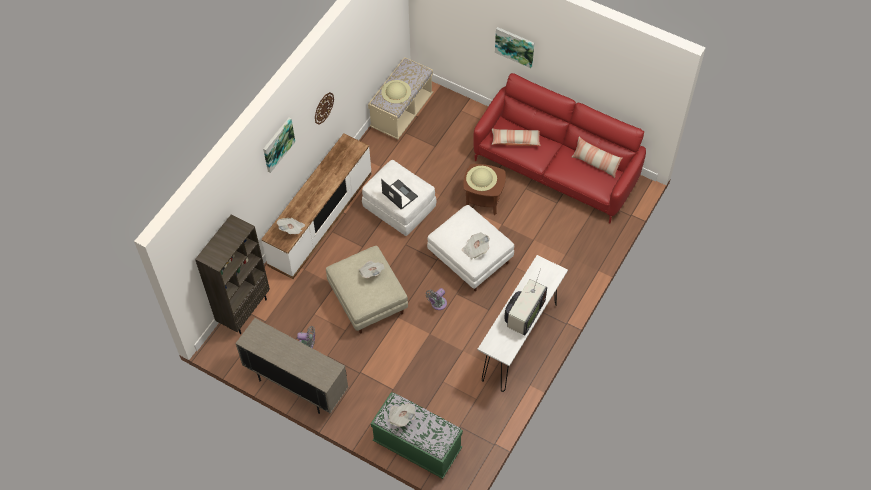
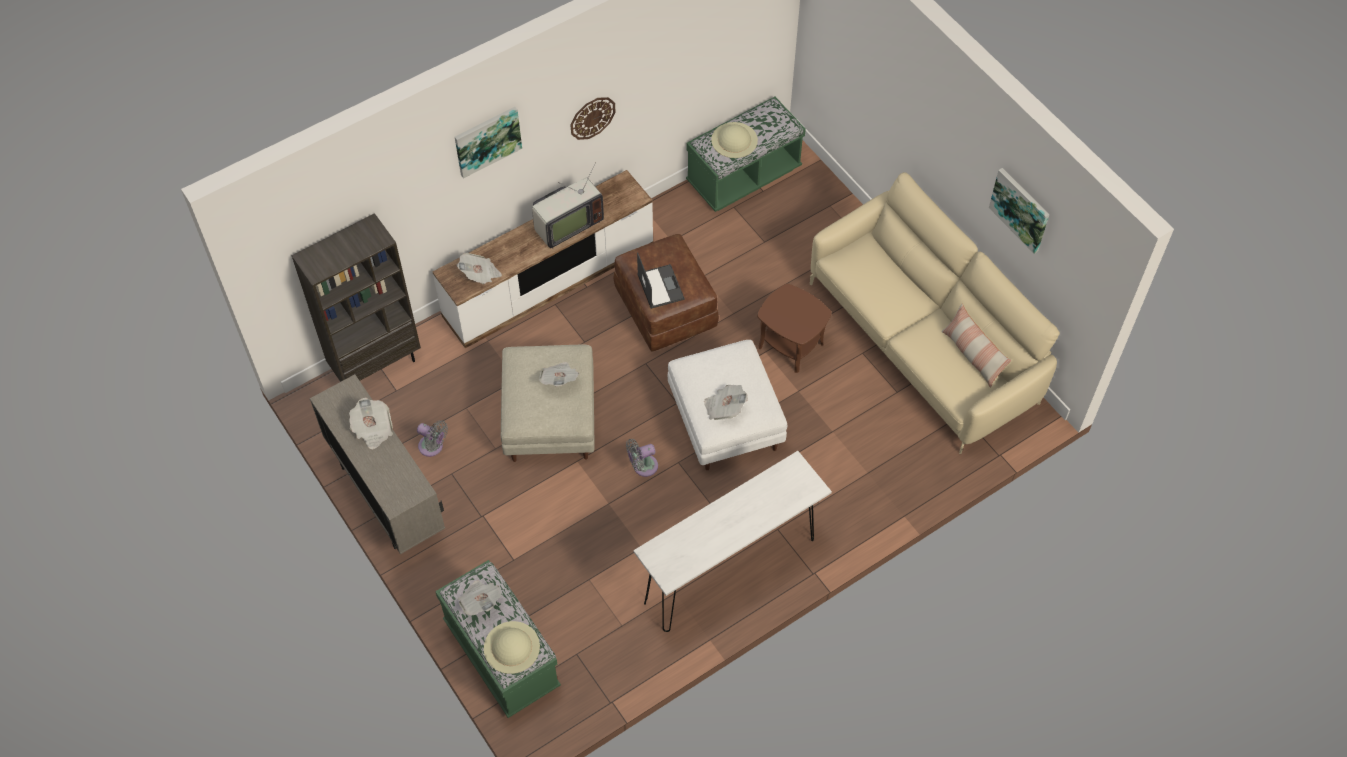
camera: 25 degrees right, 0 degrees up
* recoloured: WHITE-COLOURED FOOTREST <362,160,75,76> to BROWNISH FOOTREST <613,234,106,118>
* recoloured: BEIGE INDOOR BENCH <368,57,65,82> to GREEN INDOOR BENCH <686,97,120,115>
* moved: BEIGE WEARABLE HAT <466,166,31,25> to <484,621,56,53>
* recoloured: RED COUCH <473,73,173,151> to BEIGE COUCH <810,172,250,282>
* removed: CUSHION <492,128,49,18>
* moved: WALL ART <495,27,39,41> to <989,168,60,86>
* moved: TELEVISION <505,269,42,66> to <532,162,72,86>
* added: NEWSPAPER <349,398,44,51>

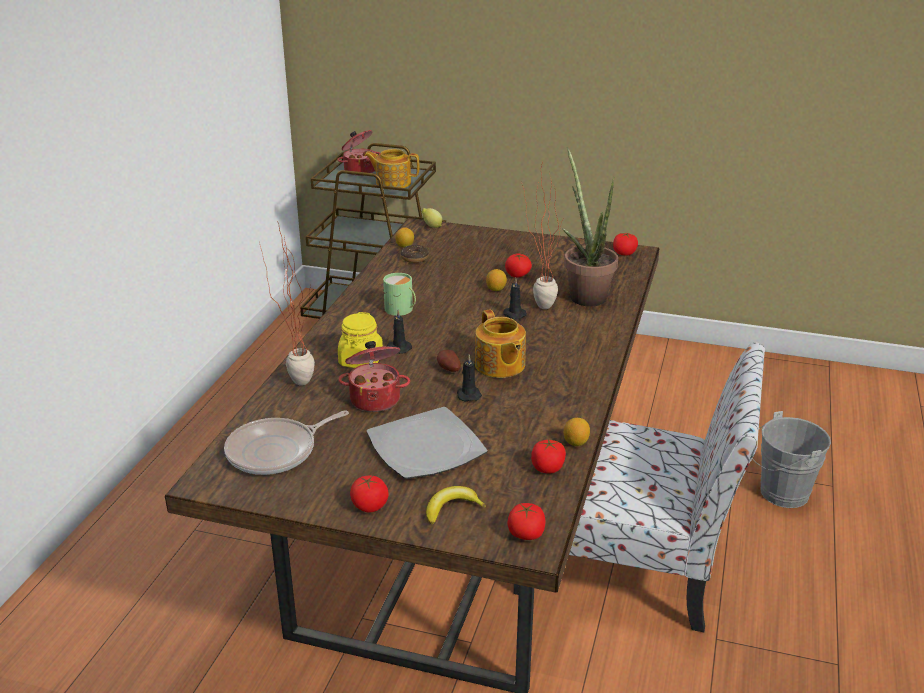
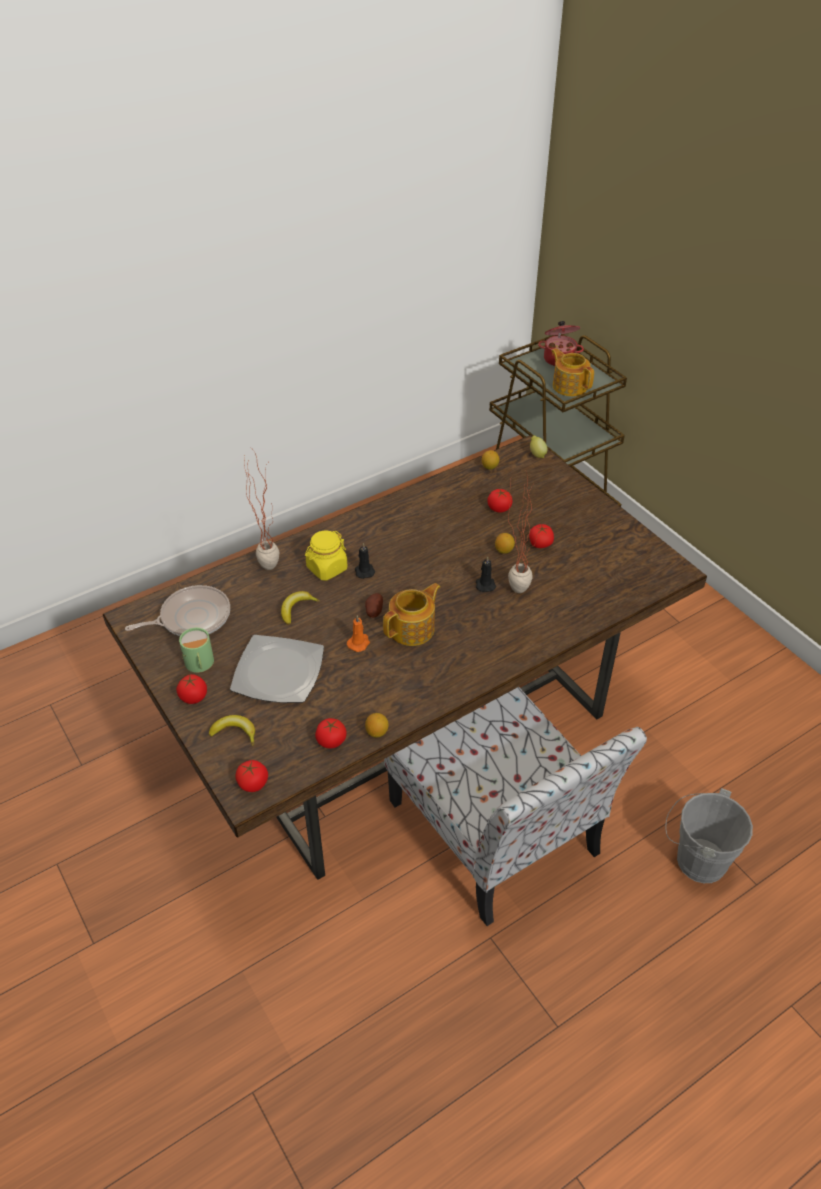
camera: 40 degrees right, 15 degrees up
* turned: SKILLET <224,410,125,65> = <125,585,105,51> 150 degrees clockwise
* replaced: COOKING POT <338,341,72,71> to WHOLE BANANA <281,591,39,34>
* moved: GREEN COFFEE MUG <383,273,33,43> to <179,628,35,45>
* removed: DONUT <401,245,28,18>
* recoloured: BLACK WAX LIGHT <457,355,25,47> to ORANGE WAX LIGHT <347,615,23,37>
* turned: TEAPOT <475,309,51,69> = <383,583,57,63> 150 degrees counterclockwise
* removed: POTTED PLANT <562,147,56,159>
* moved: FRESH TOMATO <613,232,25,24> to <487,489,26,24>

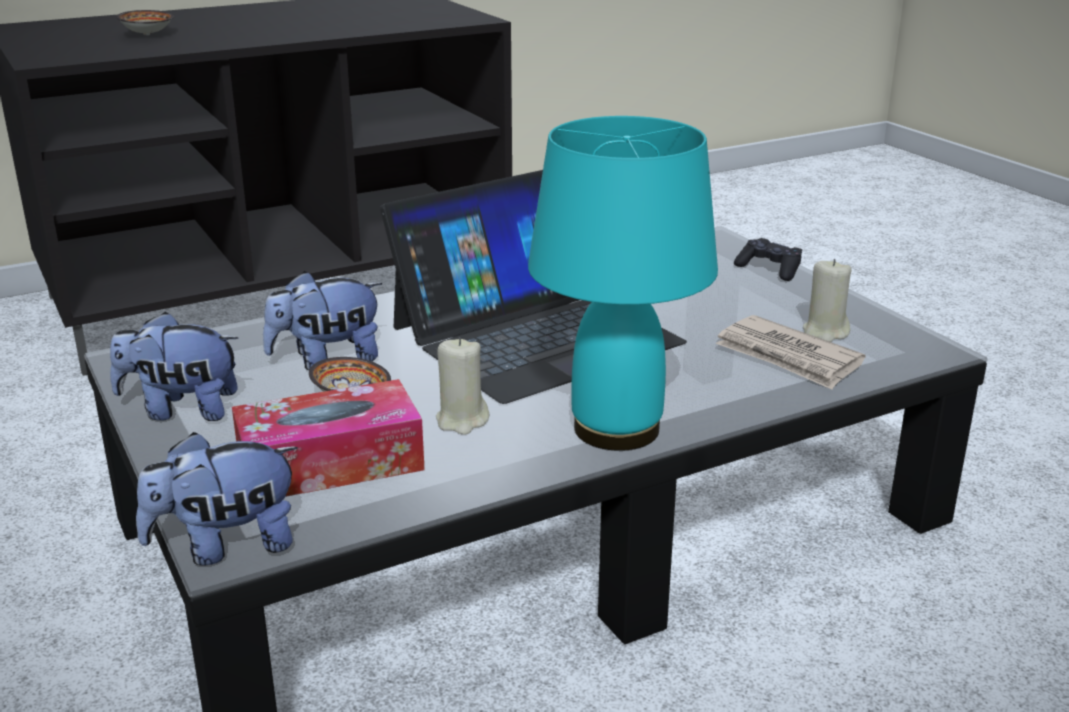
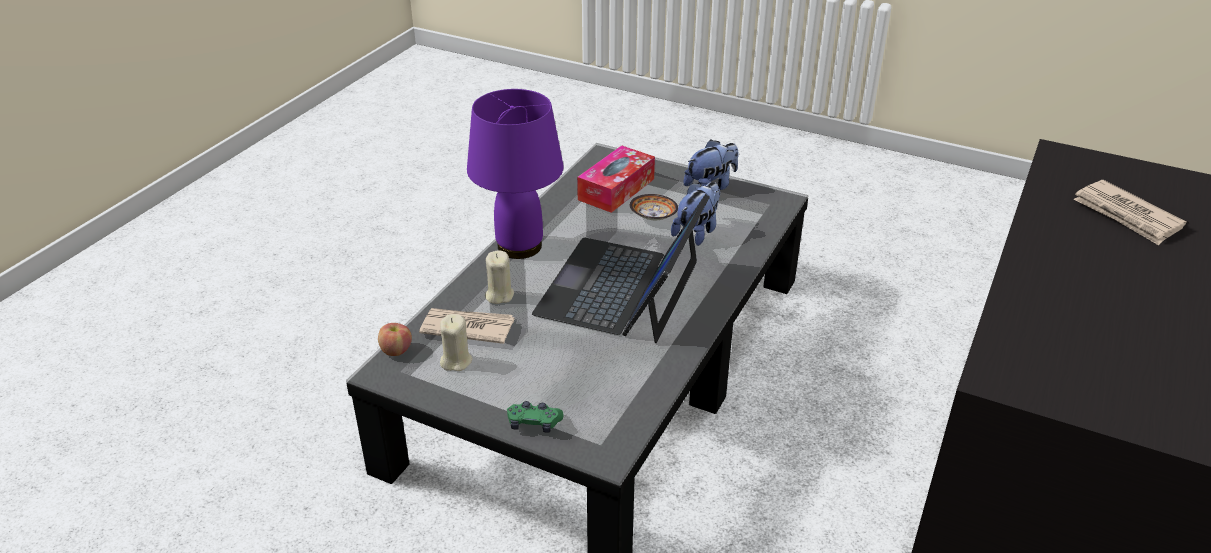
camera: 145 degrees right, 10 degrees up
* replaced: SERVING BOWL <116,10,58,25> to NEWSPAPER <1073,180,114,65>
* removed: SOFT TOY <136,432,162,134>
* moved: BEIGE WAX LIGHT <436,337,53,98> to <485,250,29,54>
* recoloured: TURQUOISE TABLETOP LAMP <528,116,190,335> to PURPLISH TABLETOP LAMP <467,89,97,170>
* recoloured: BLACK JOYPAD <734,238,68,43> to GREEN JOYPAD <507,401,56,32>
* added: APPLE FRUIT <378,323,34,33>

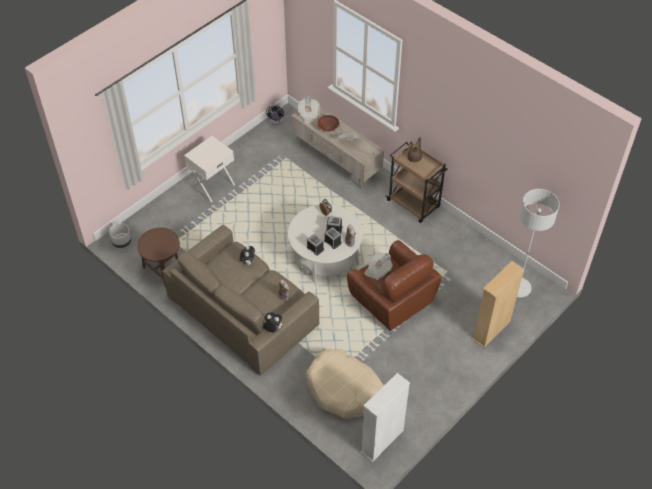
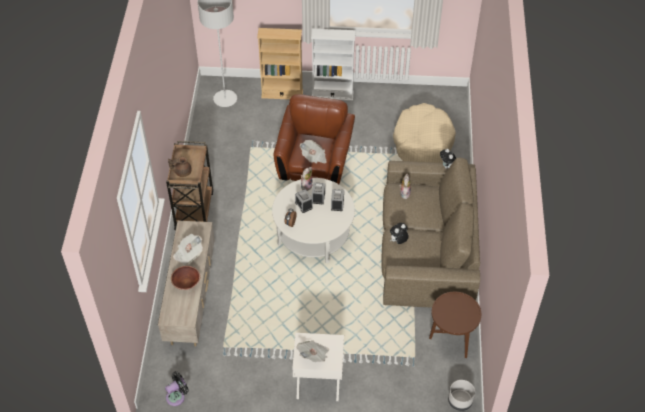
camera: 130 degrees left, 0 degrees up
* moved: NEWSPAPER <297,97,23,27> to <296,340,33,22>
* moved: WHITE-COLOURED BOOKSHELF <360,373,50,89> to <311,28,45,73>

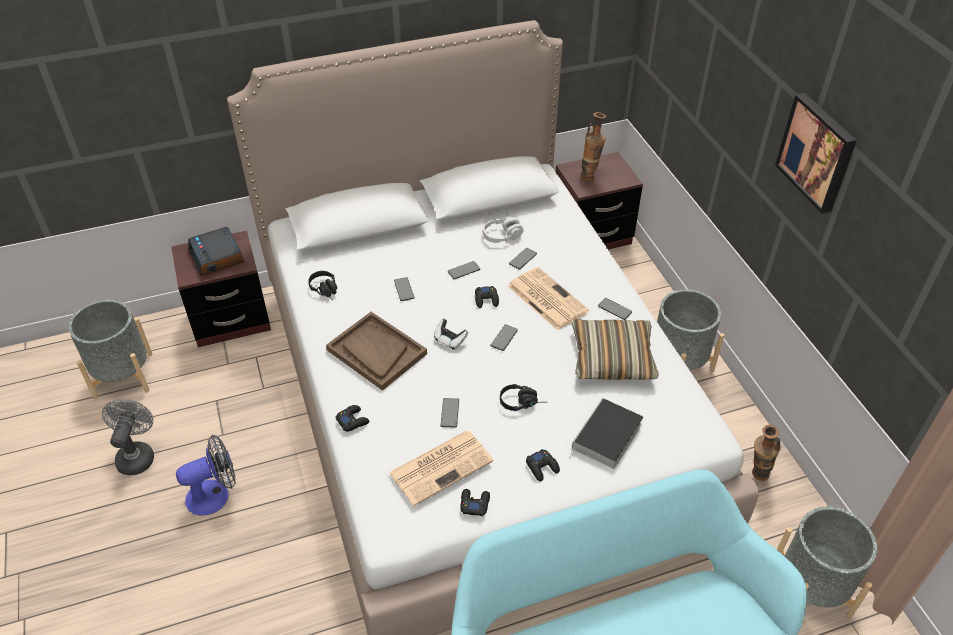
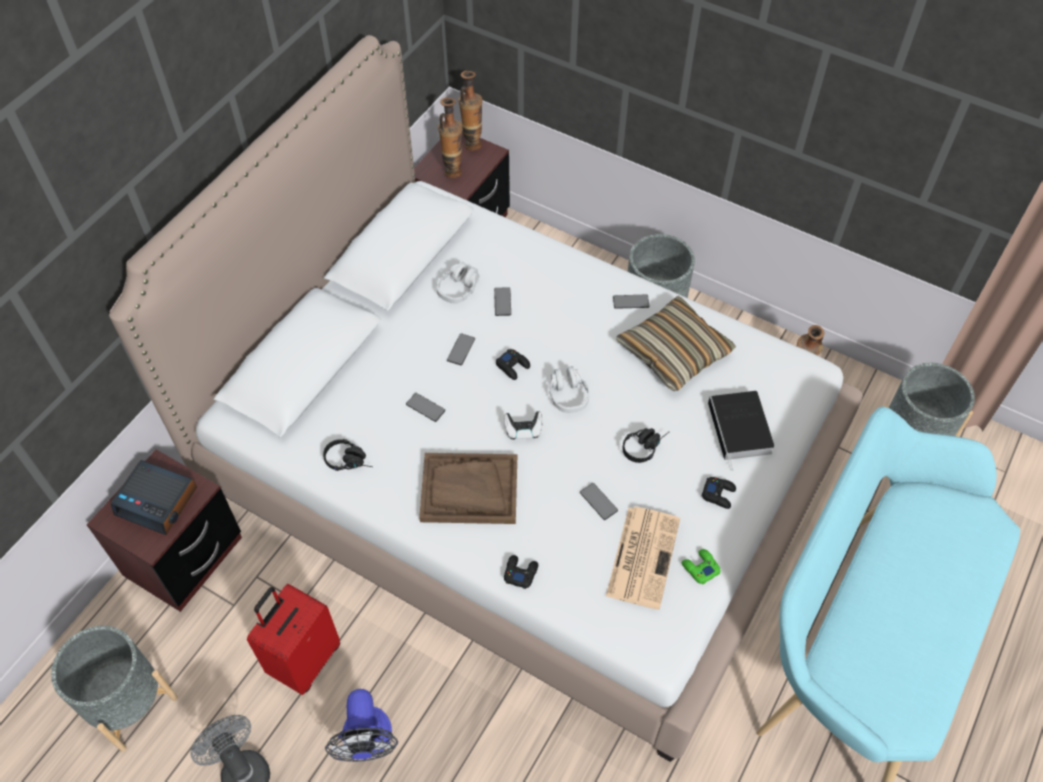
camera: 40 degrees left, 10 degrees up
* turned: ELECTRIC FAN <176,435,60,81> = <325,689,73,73> 150 degrees clockwise
* recoloured: BLACK JOYPAD <460,489,30,27> to GREEN JOYPAD <682,549,38,35>
* replaced: HANDSET <490,324,28,27> to GREYISH PAIR OF HEADPHONES <549,366,40,47>
* removed: NEWSPAPER <508,267,81,63>
* removed: WALL ART <775,93,82,121>
* added: RED PIECE OF LUGGAGE <247,584,93,111>
* added: FLOWER VASE <458,71,25,80>

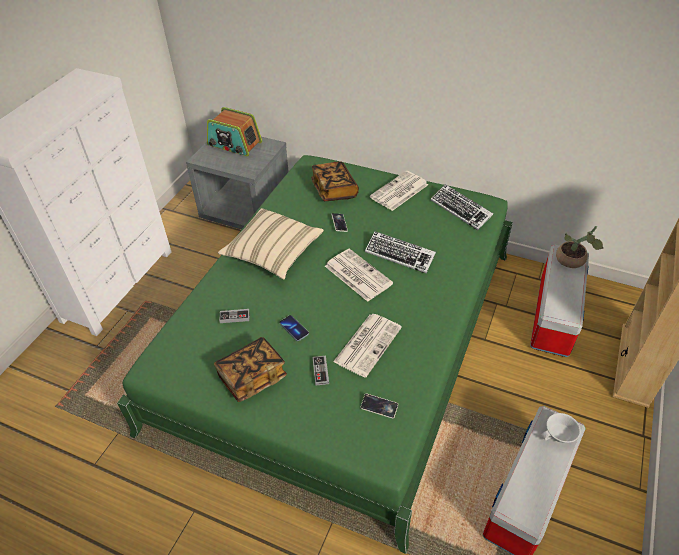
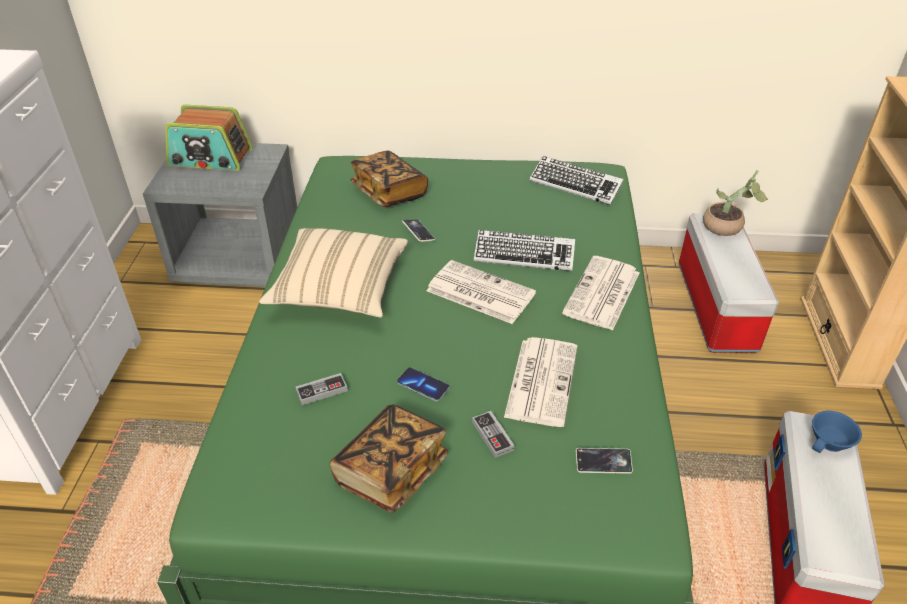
camera: 20 degrees left, 5 degrees down
* moved: NEWSPAPER <370,171,58,40> to <562,256,77,75>
* recoloured: WHITE-COLOURED DRINKING CUP <542,413,39,30> to BLUE-COLOURED DRINKING CUP <812,411,50,42>

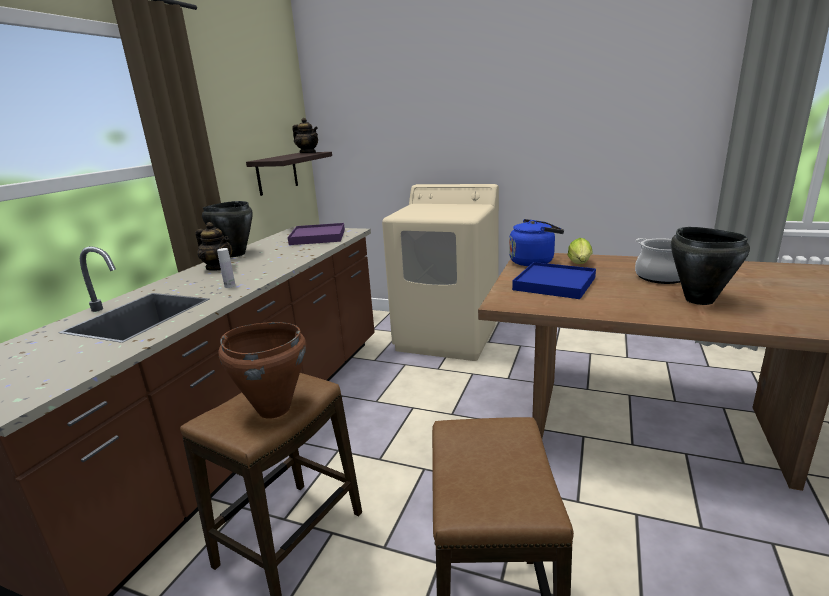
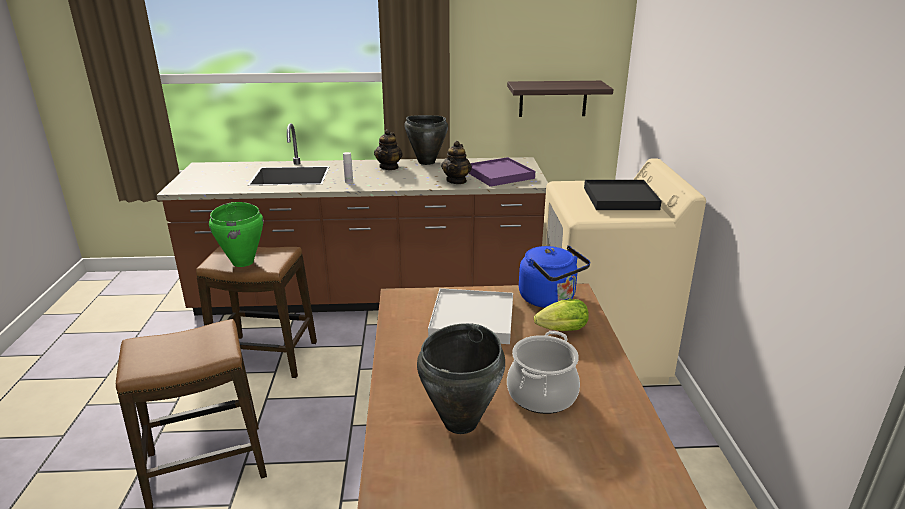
camera: 65 degrees right, 5 degrees up
* recoloured: BROWNISH COOKING POT <218,322,88,97> to GREEN COOKING POT <209,202,54,65>
* moved: TEAPOT <292,118,26,35> to <441,141,31,43>
* recoloured: BLUE-COLOURED CARRYING TRAY <512,262,84,37> to WHITE-COLOURED CARRYING TRAY <428,288,85,56>
* added: BLACK CARRYING TRAY <584,180,78,30>

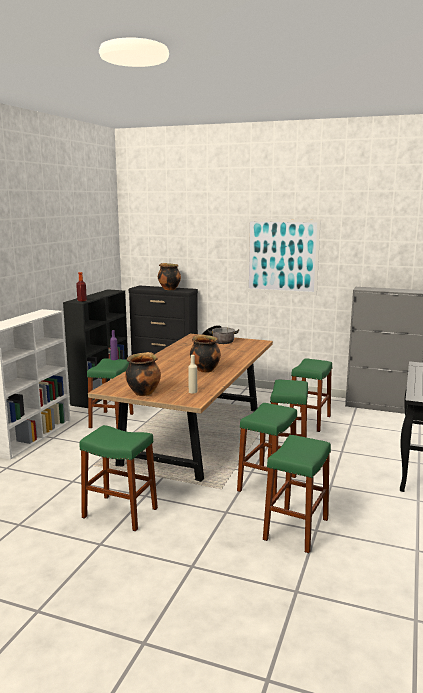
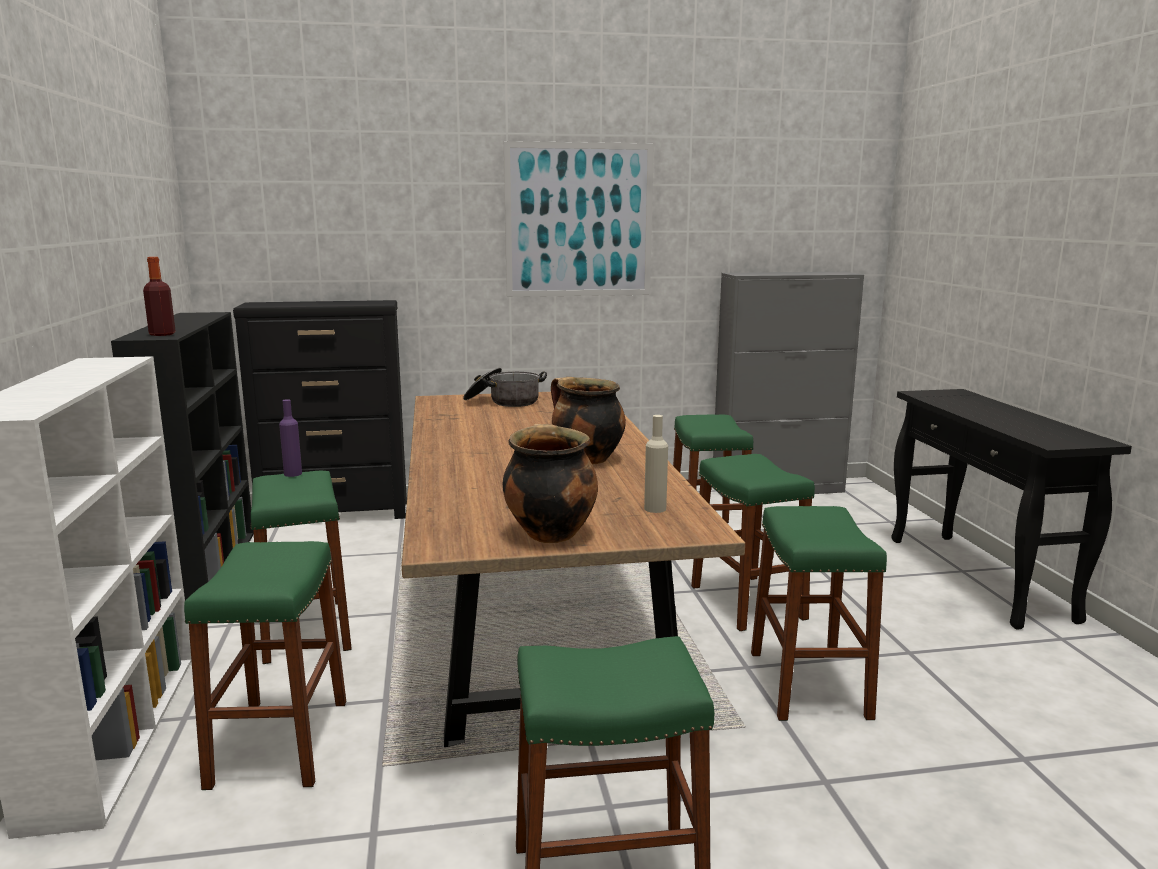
camera: 30 degrees left, 0 degrees up
* removed: COOKING POT <158,263,23,27>
* moved: GREEN STOOL <263,435,68,118> to <184,541,162,249>

